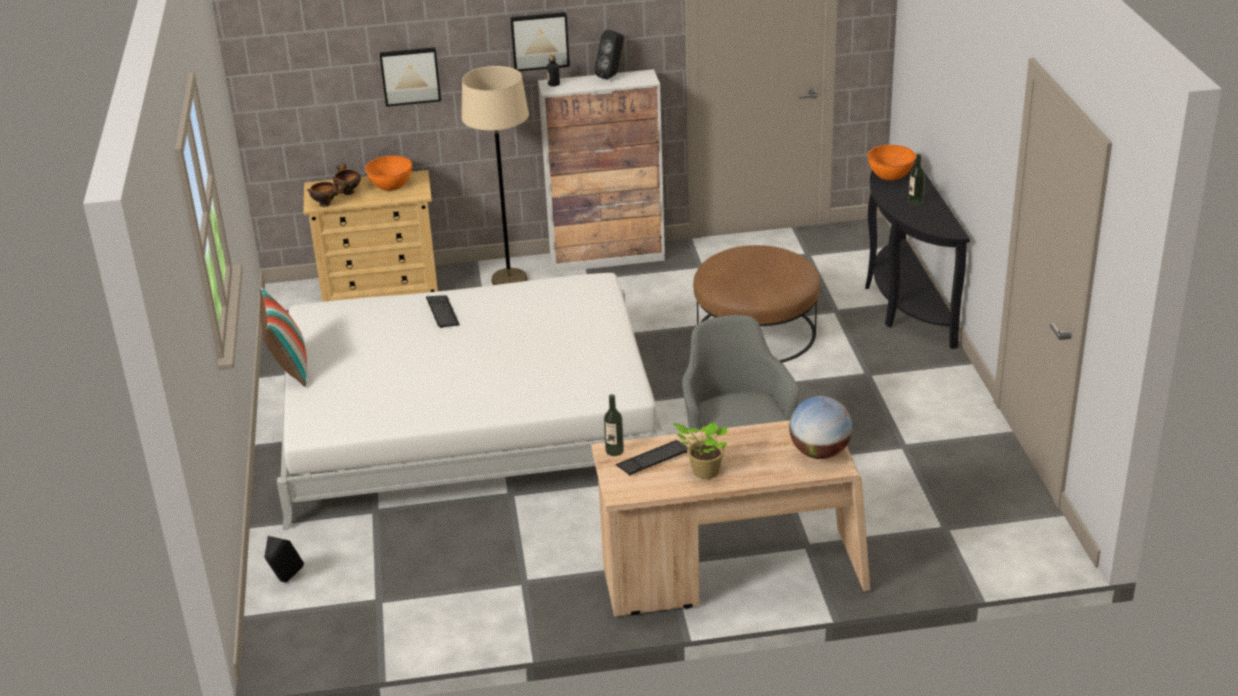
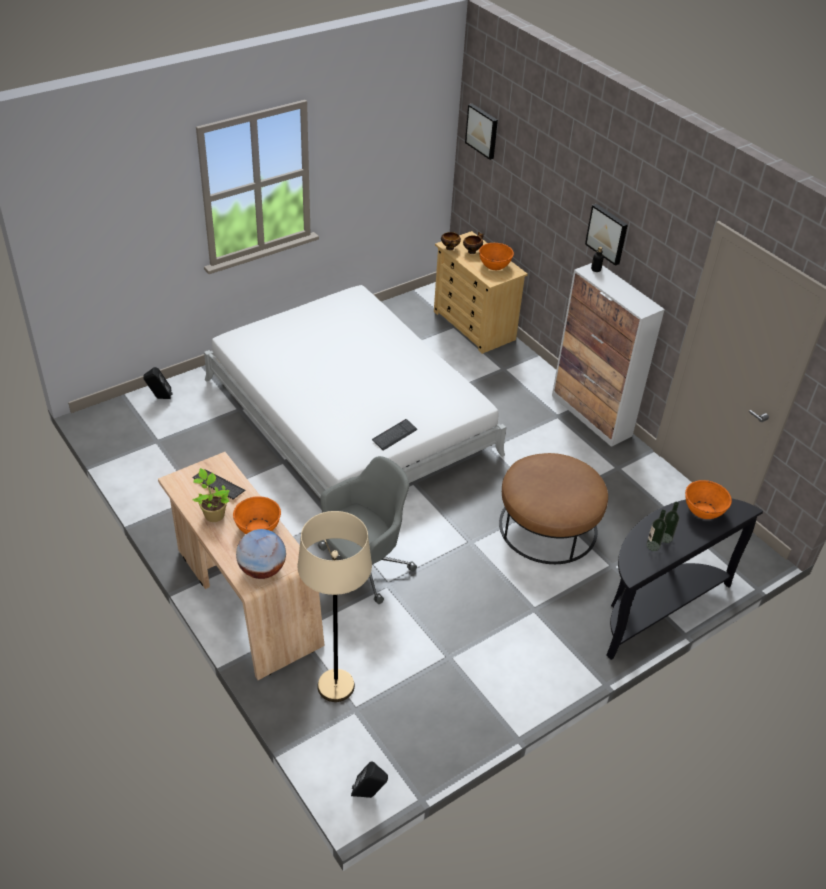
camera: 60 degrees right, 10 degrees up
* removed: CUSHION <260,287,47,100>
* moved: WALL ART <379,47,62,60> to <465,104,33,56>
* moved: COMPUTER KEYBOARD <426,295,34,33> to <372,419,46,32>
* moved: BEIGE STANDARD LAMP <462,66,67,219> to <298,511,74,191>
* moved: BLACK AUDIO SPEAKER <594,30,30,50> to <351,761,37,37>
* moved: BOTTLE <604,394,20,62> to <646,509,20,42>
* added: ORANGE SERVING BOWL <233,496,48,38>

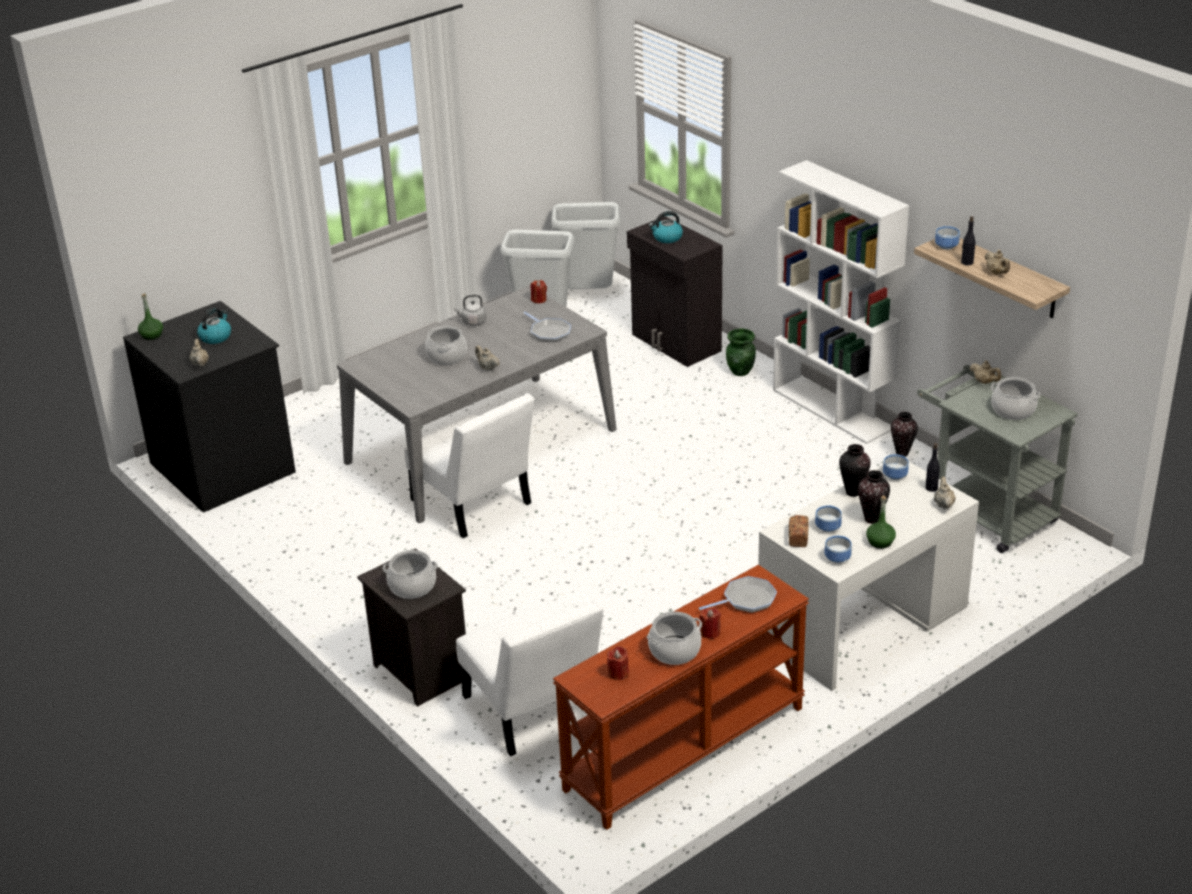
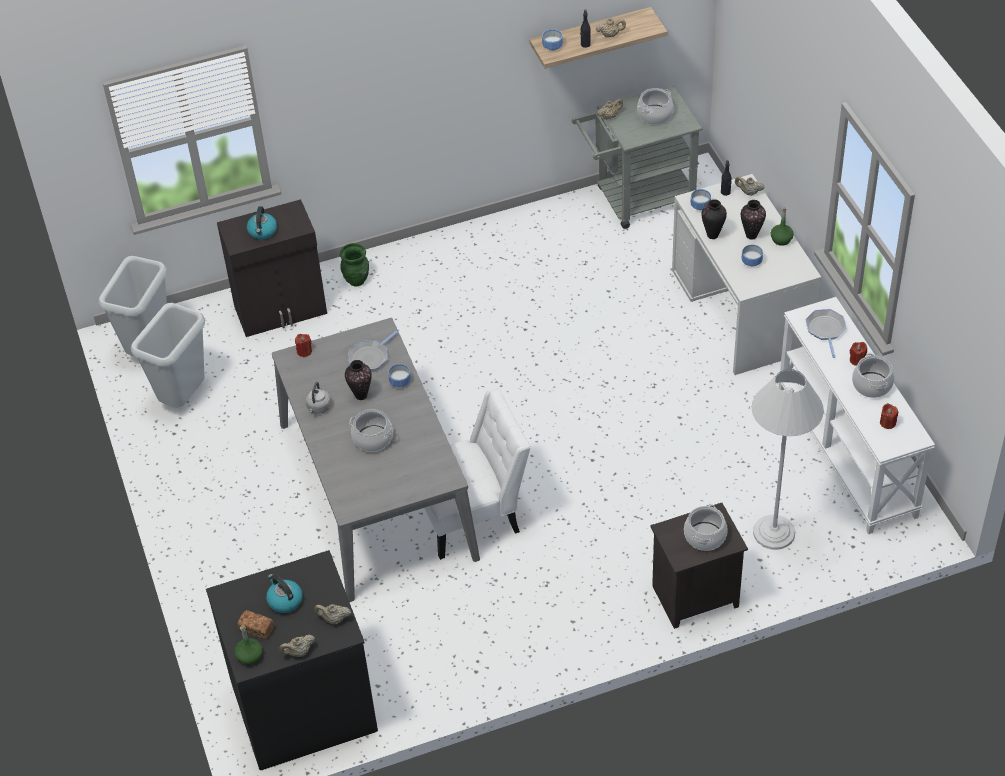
camera: 70 degrees left, 15 degrees up
* replaced: WHITE-COLOURED PLAIN CHAIR <456,600,148,156> to WHITE-COLOURED STANDARD LAMP <752,369,72,181>
* moved: BEIGE TEAPOT <475,345,25,26> to <279,635,36,22>
* turned: SKILLET <524,312,47,30> = <349,329,50,42> 150 degrees clockwise
* recoloured: BROWNISH NARROW TABLE <553,565,256,265> to WHITE-COLOURED NARROW TABLE <779,297,156,237>
* removed: WHITE-COLOURED BOOKSHELF <773,160,136,284>
* moved: BAKERY BREAD <789,515,20,32> to <237,610,37,30>
* moved: SERVING BOWL <824,536,28,27> to <388,364,23,23>
* moved: FLOWER VASE <891,412,27,45> to <345,360,27,40>

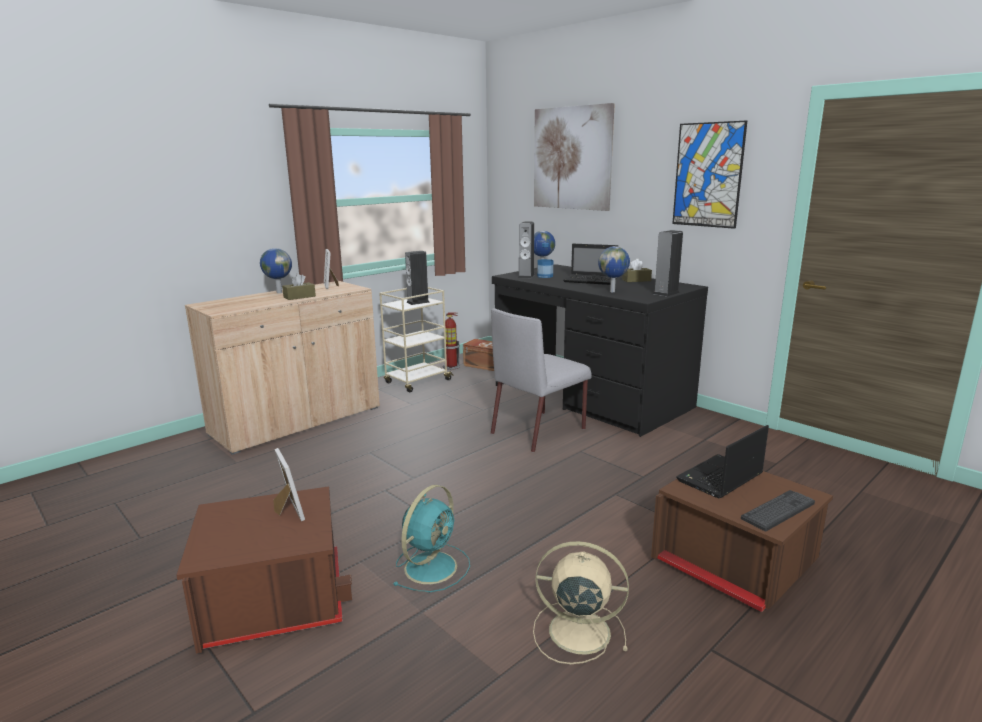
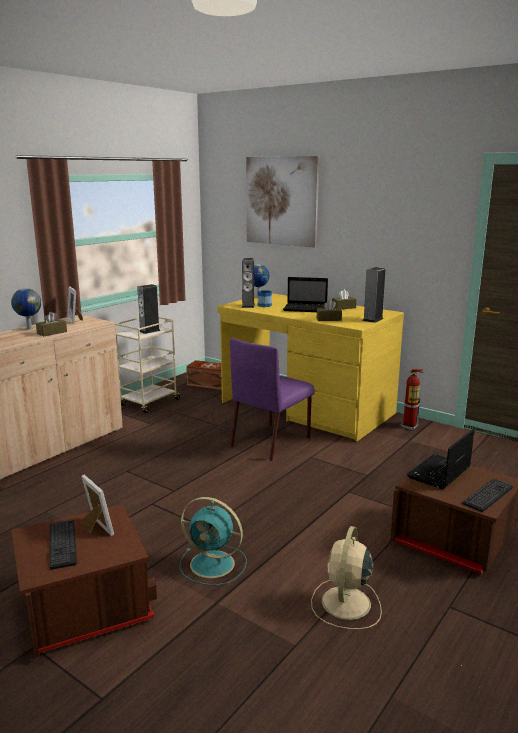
camera: 10 degrees left, 0 degrees up
* turned: TURQUOISE ELECTRIC FAN <392,485,78,107> = <179,497,68,89> 90 degrees clockwise
* moved: FIRE-FIGHTING CYLINDER <443,312,17,58> to <401,369,22,61>
* recoloured: GREYISH PLAIN CHAIR <491,308,101,144> to PURPLISH PLAIN CHAIR <230,338,85,123>
* recoloured: BLACK DESK <492,264,216,173> to YELLOWISH DESK <218,294,186,147>
* turned: BEIGE ELECTRIC FAN <533,541,96,123> = <311,526,71,103> 75 degrees counterclockwise
* replaced: WORLD GLOBE <598,246,32,46> to BROWNISH TISSUE BOX <317,300,25,21>
* removed: WALL ART <672,120,75,109>
* added: COMPUTER KEYBOARD <50,520,27,50>

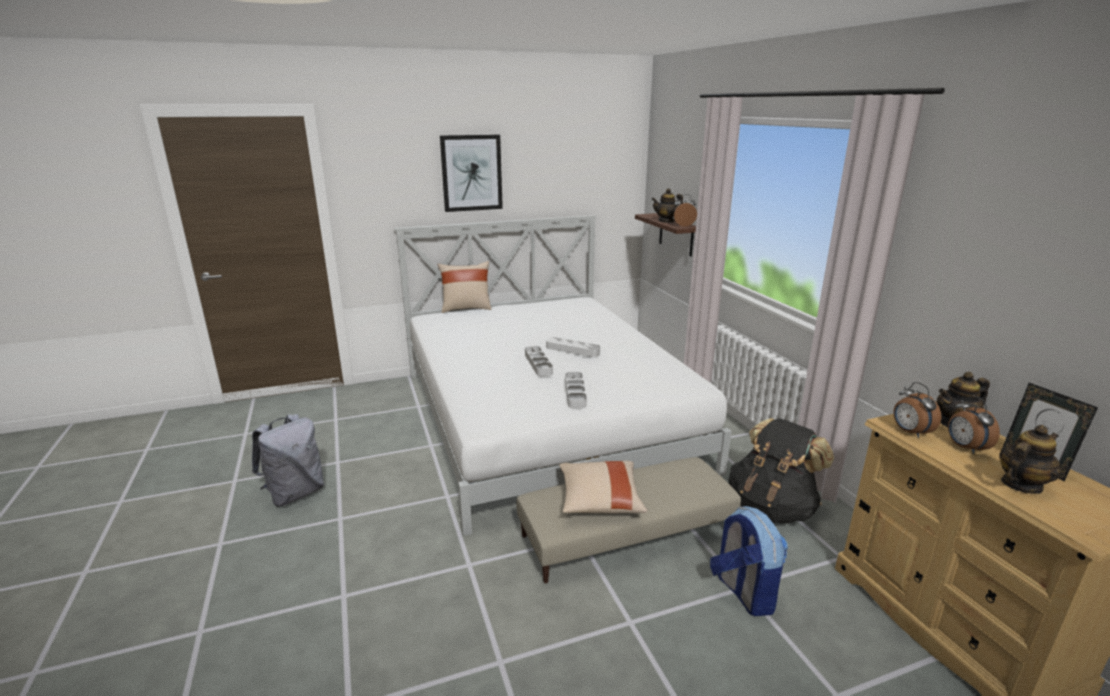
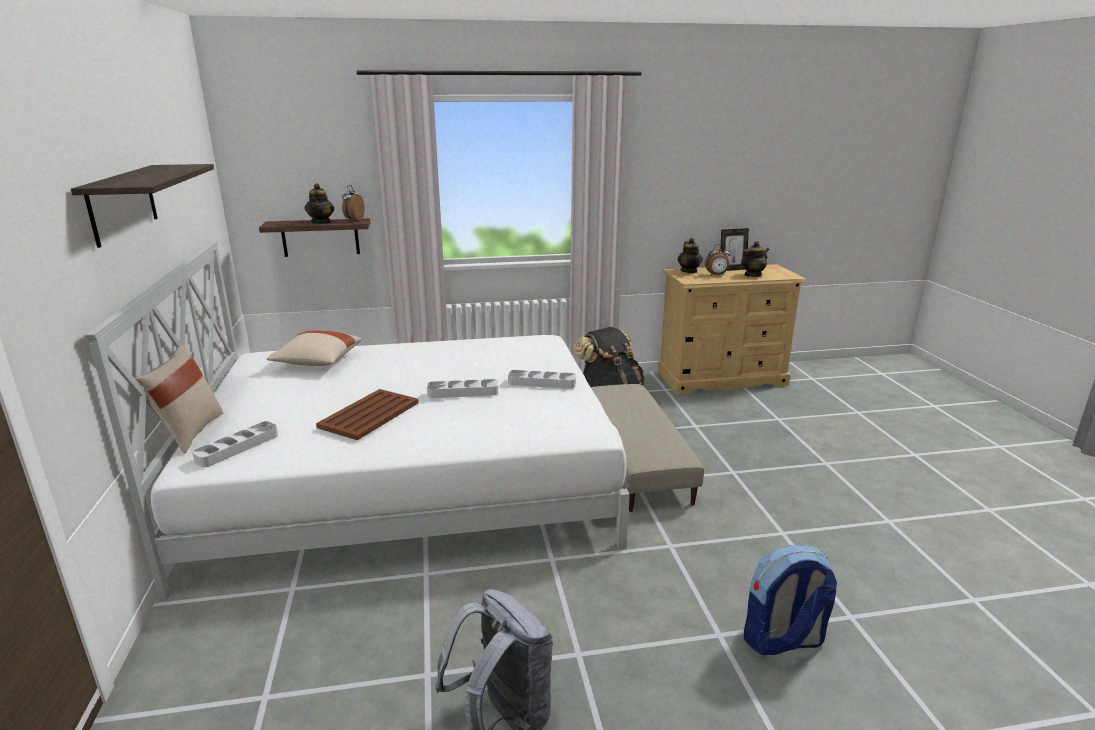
camera: 80 degrees left, 0 degrees up
* replaced: WALL ART <440,135,63,77> to BRACKET SHELF <71,164,143,84>
* moved: GREYISH CARRYING TRAY <546,337,54,20> to <192,421,86,46>
* moved: BEIGE CUSHION <559,460,88,53> to <267,330,95,36>
* moved: BACKPACK <710,506,78,110> to <744,545,93,110>
* removed: ALARM CLOCK <893,382,48,56>
* turned: TEAPOT <999,425,63,69> = <741,241,28,36> 75 degrees clockwise
* added: BROWNISH CARRYING TRAY <316,389,103,51>

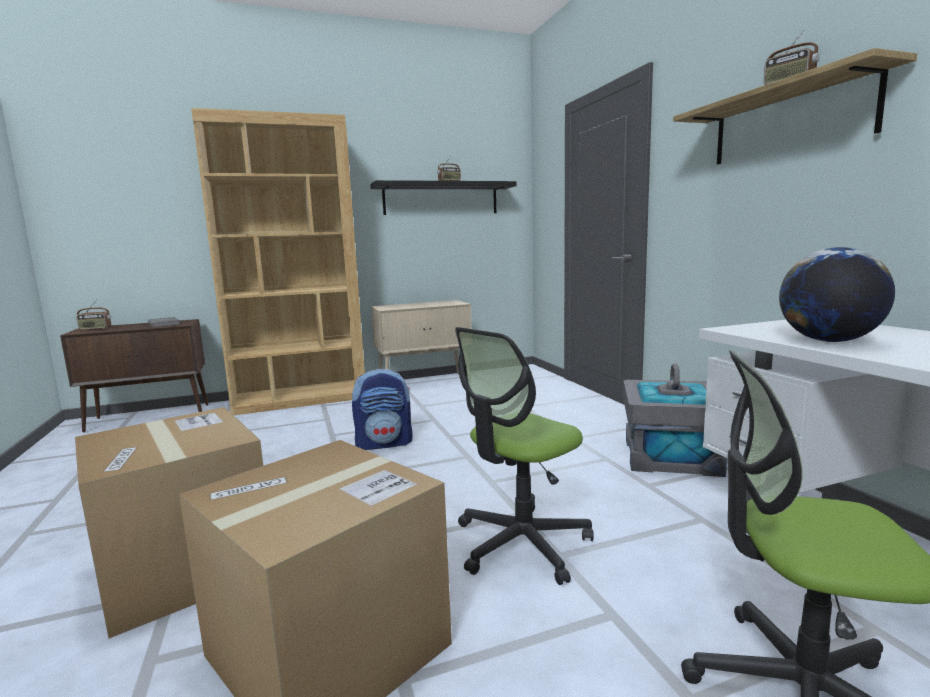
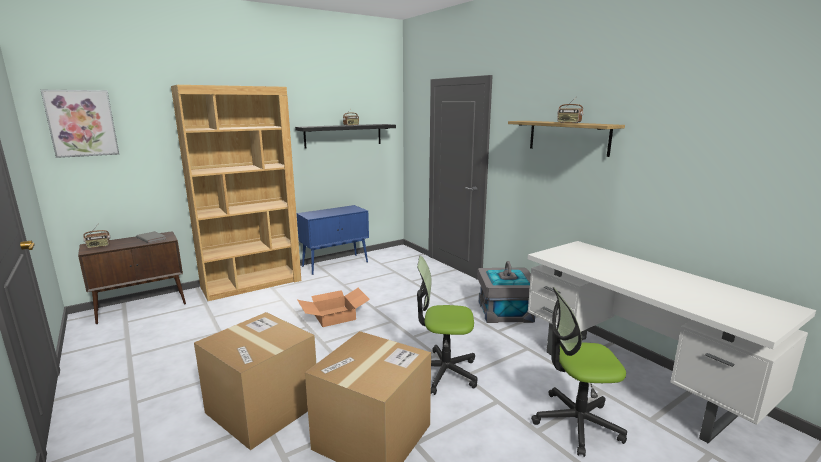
camera: 15 degrees left, 5 degrees up
* replaced: BACKPACK <352,369,61,81> to CARTON <297,288,73,39>
* recoloured: BEIGE CUPBOARD <371,300,101,74> to BLUE-COLOURED CUPBOARD <297,205,72,70>
* turned: COMPUTER CHAIR <455,327,139,258> = <417,256,61,139> 60 degrees clockwise
* removed: WORLD GLOBE <779,247,116,95>
* added: WALL ART <41,90,78,68>

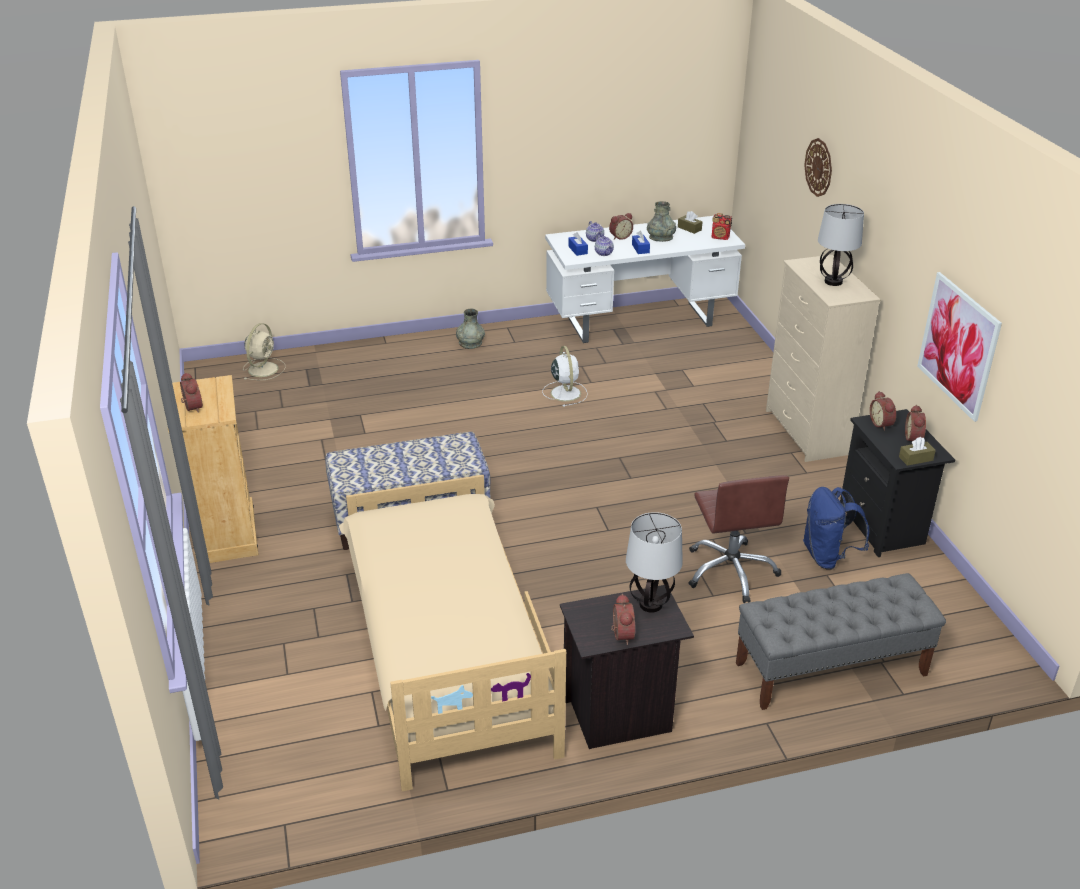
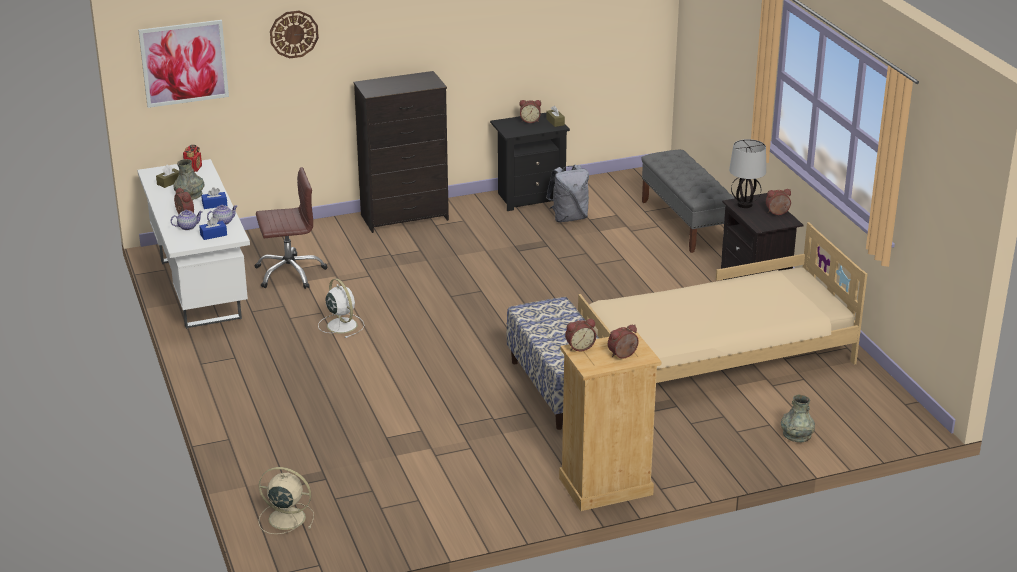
camera: 95 degrees left, 5 degrees down
* moved: GREYISH FLOWER VASE <456,309,29,40> to <781,395,34,47>
* turned: WHITE-COLOURED ELECTRIC FAN <542,346,46,61> = <318,278,47,60> 75 degrees clockwise
* moved: BROWNISH COMPUTER CHAIR <689,475,100,128> to <254,167,73,122>
* recoloured: BEIGE CHEST OF DRAWERS <766,255,115,207> to BLACK CHEST OF DRAWERS <353,71,96,162>
* recoloured: BLUE-COLOURED BACKPACK <803,487,66,83> to GREYISH BACKPACK <546,165,43,57>
* removed: TABLETOP LAMP <818,204,46,82>
* moved: ALARM CLOCK <870,391,26,40> to <565,319,31,32>
* moved: WALL ART <917,272,85,150> to <138,20,91,88>

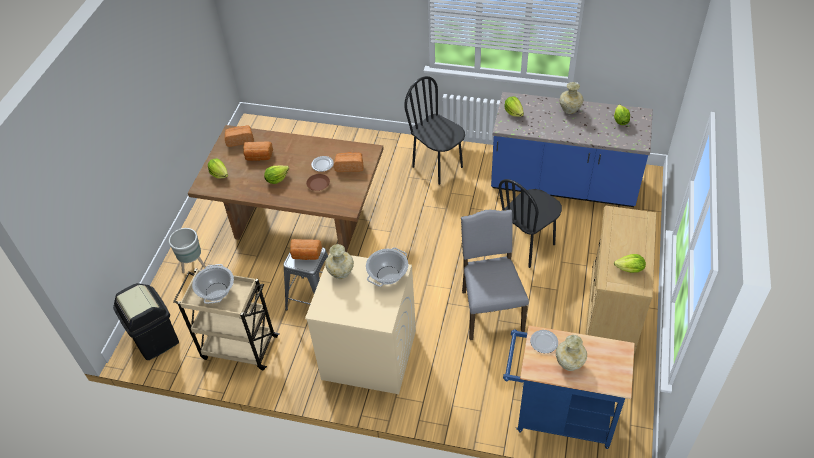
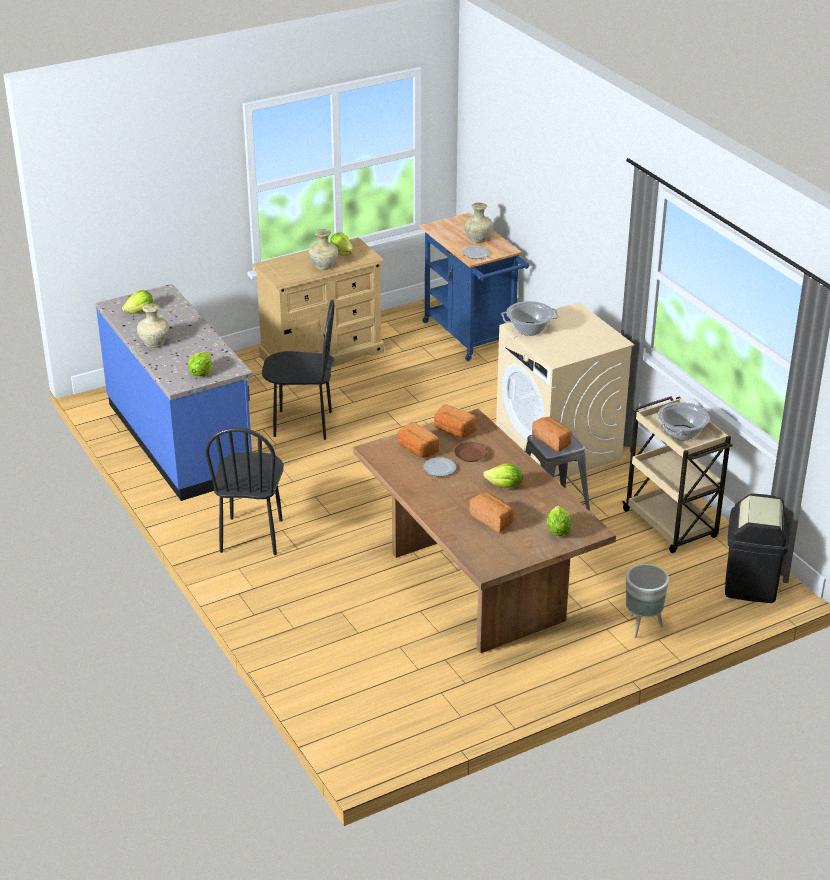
camera: 135 degrees left, 15 degrees down
* moved: BAKERY BREAD <225,126,29,21> to <434,404,43,34>
* moved: BEIGE FLOWER VASE <325,244,29,35> to <309,229,29,41>
* removed: GREYISH PLAIN CHAIR <461,209,68,131>

